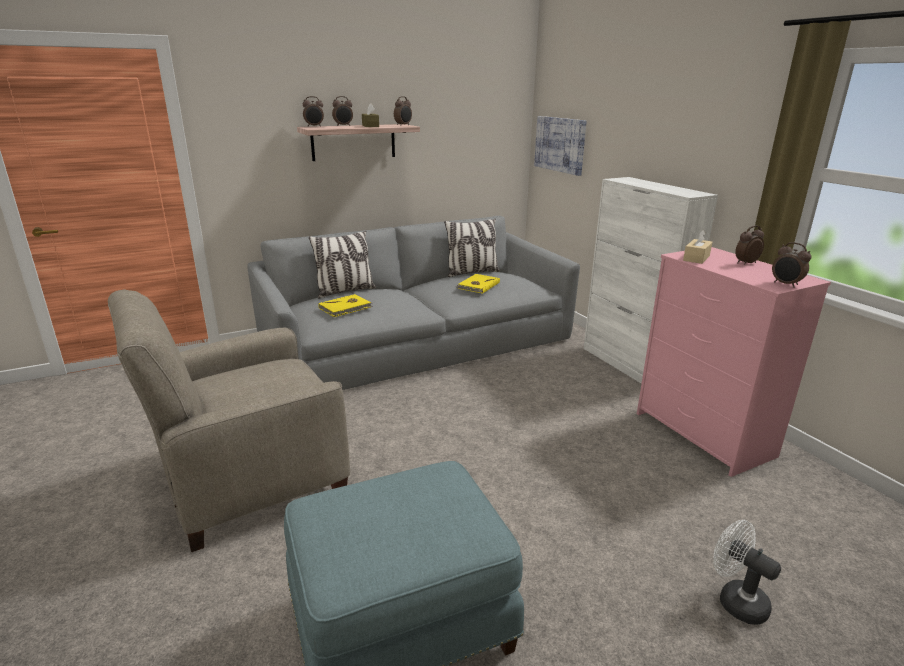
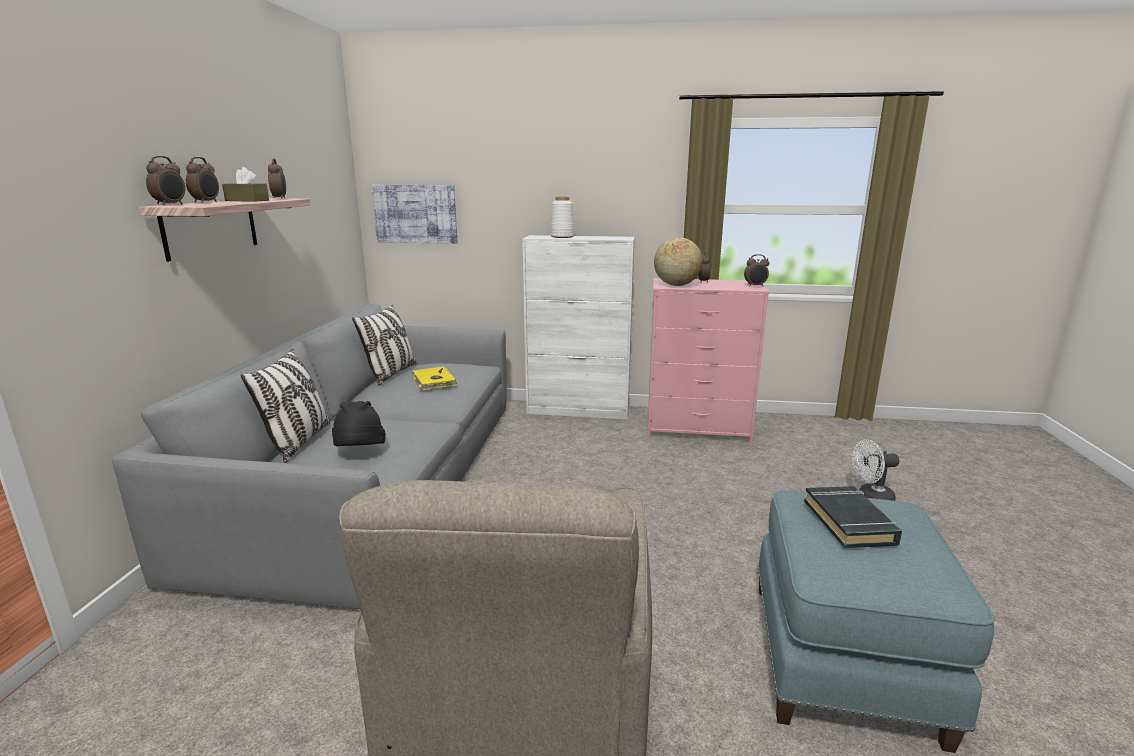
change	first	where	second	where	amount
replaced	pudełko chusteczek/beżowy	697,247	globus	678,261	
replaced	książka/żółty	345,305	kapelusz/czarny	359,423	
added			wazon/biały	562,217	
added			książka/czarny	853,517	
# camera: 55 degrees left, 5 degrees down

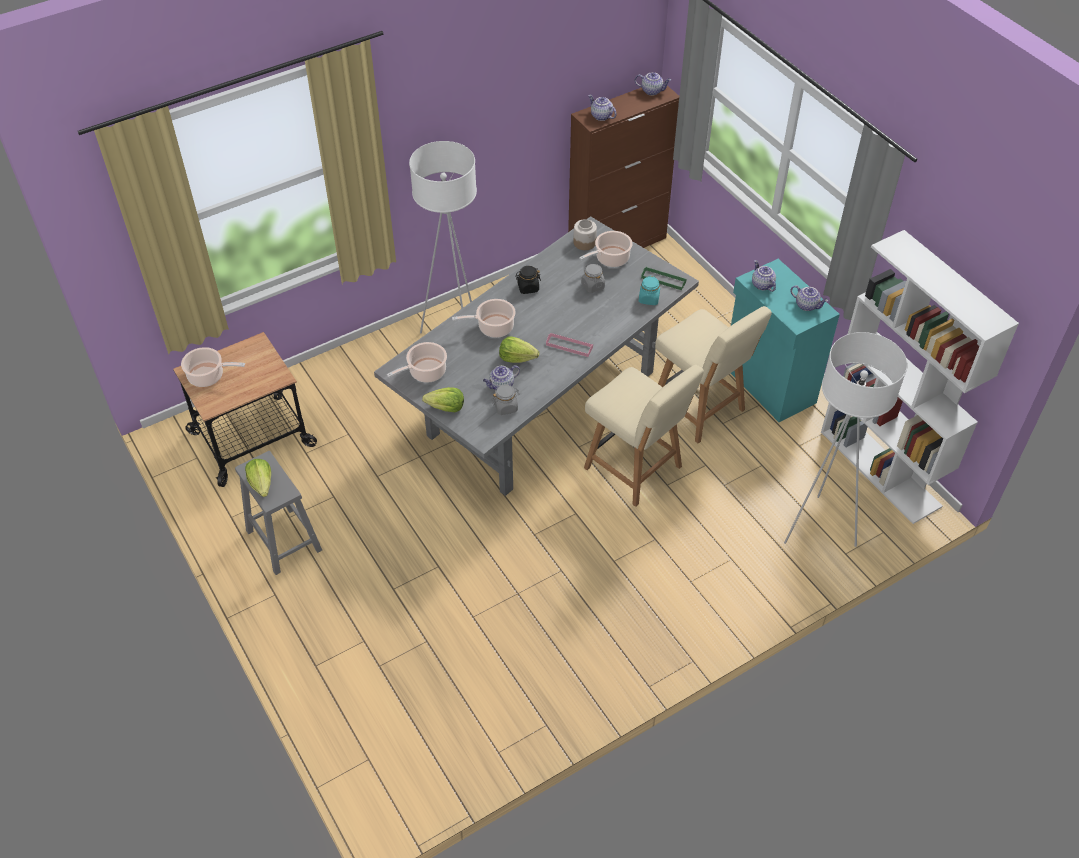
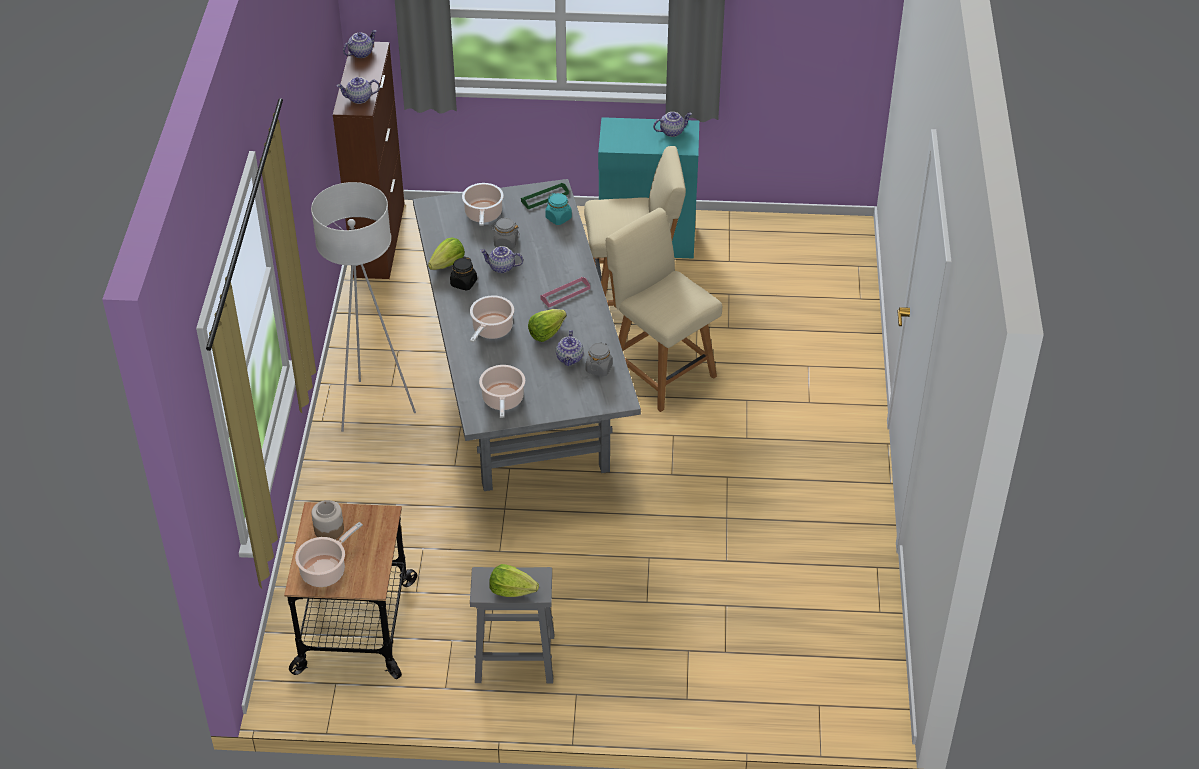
change	first	where	second	where	amount
moved	słoik	585,234		327,519	
removed	regał/biały	920,377			
moved	imbryk	764,276		501,259	
removed	lampa stojąca/biały	845,439			
turned	krzesło/beżowy	644,436		664,310	120 degrees counterclockwise
moved	sałata	443,399		446,254	
# camera: 55 degrees left, 5 degrees down

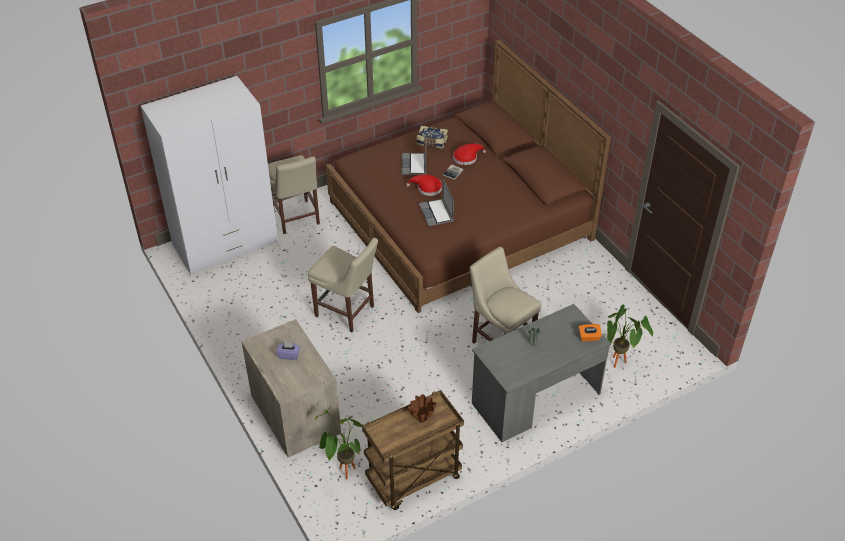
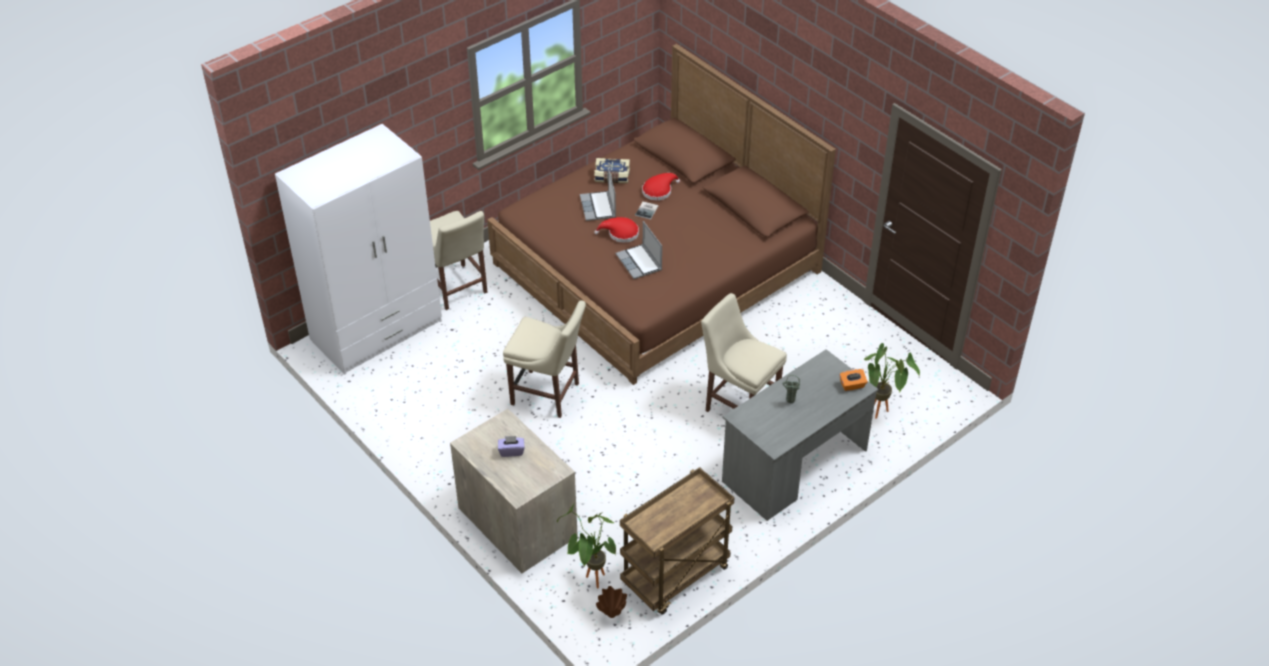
change	first	where	second	where	amount
moved	wazon/brązowy	421,408		611,602	
# camera: 10 degrees left, 0 degrees up

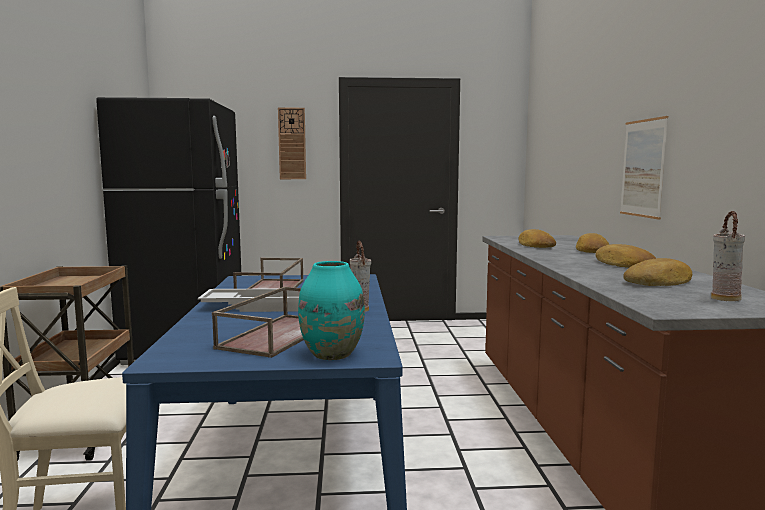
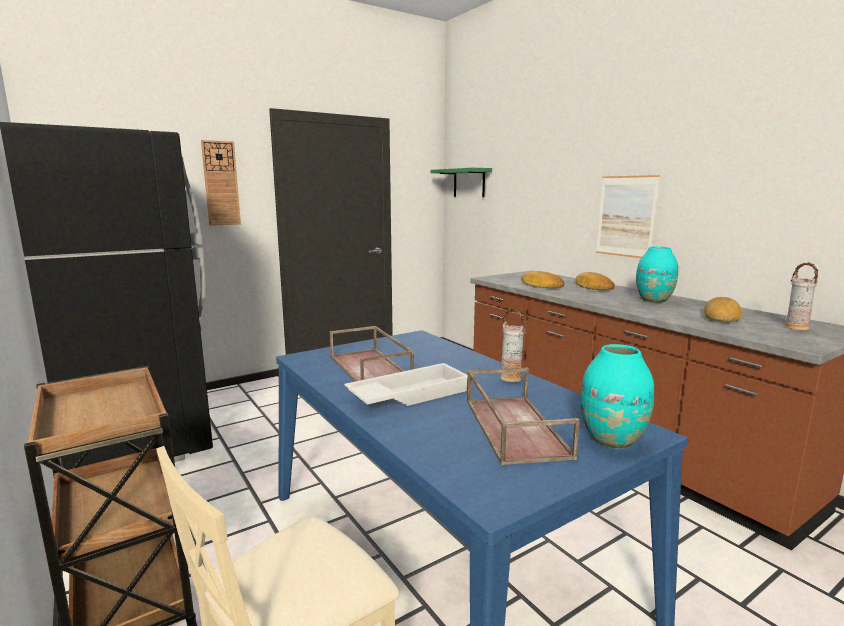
change	first	where	second	where	amount
replaced	chleb	625,256	wazon/turkusowy	657,274	
added			półka/zielony	461,182	
# camera: 30 degrees left, 5 degrees up

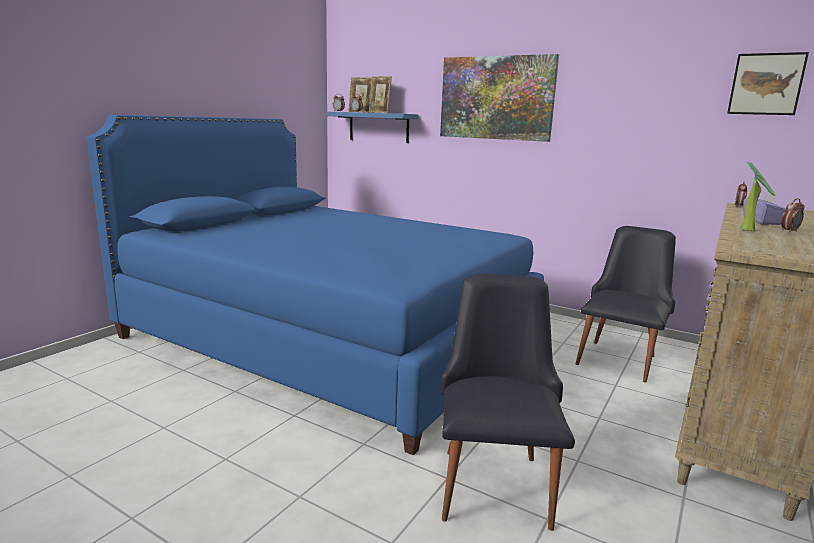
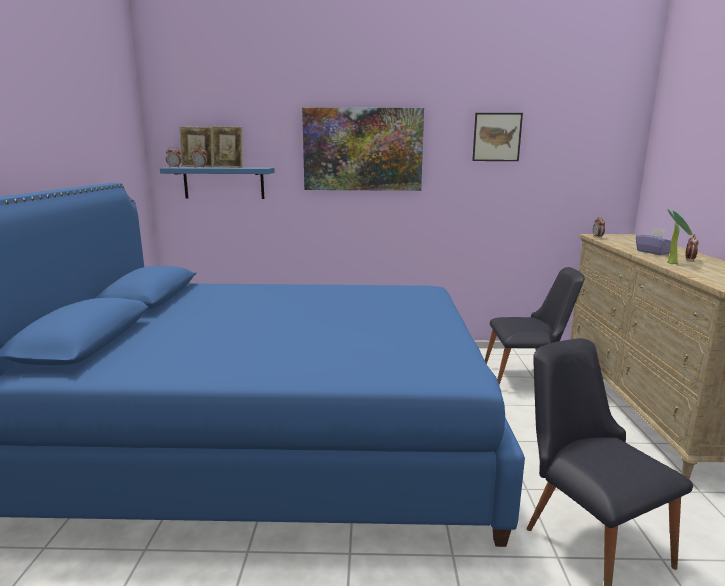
change	first	where	second	where	amount
moved	obraz	768,83		497,137	
turned	krzesło/czarny	626,304		535,326	90 degrees clockwise
# camera: 30 degrees left, 0 degrees up

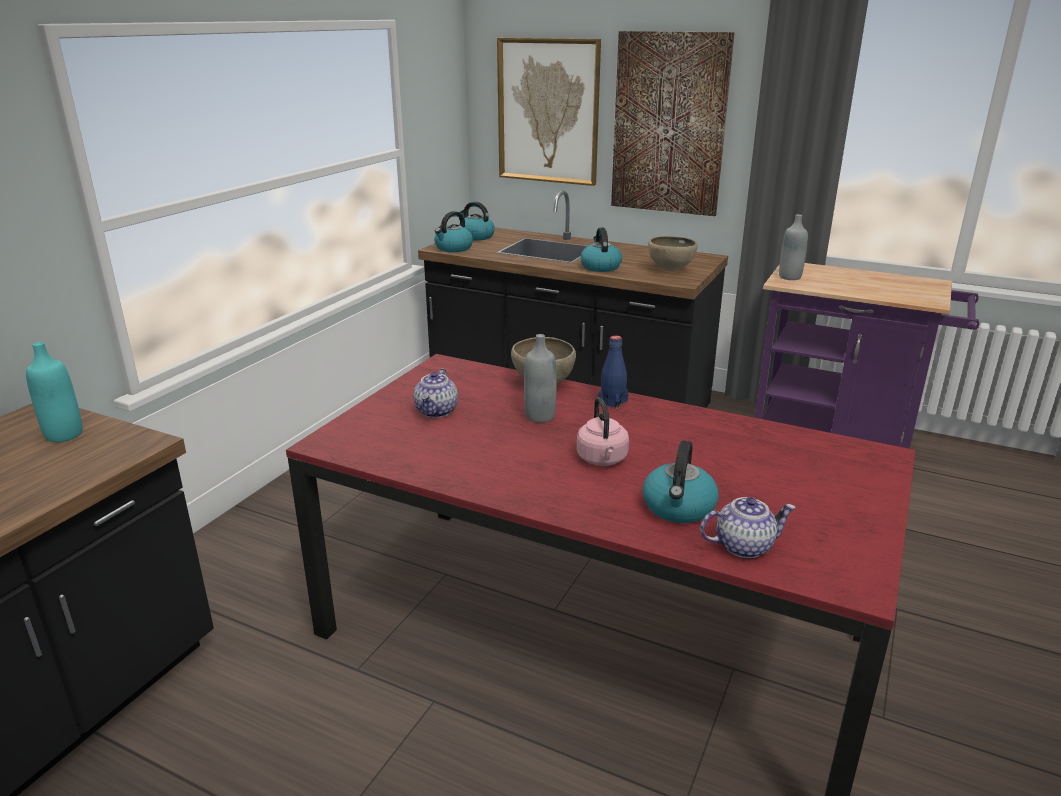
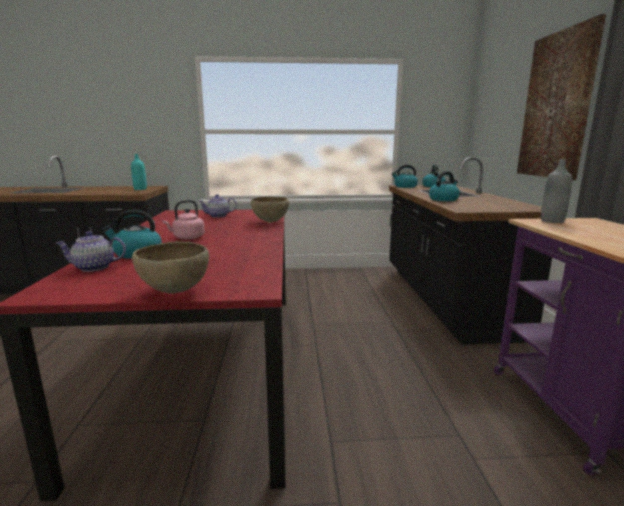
change	first	where	second	where	amount
removed	obraz	549,112			
moved	miska/brązowy	673,253		170,267	
removed	butelka/szary	540,378			
removed	butelka/niebieski	613,372			
turned	imbryk	748,527		90,251	120 degrees clockwise
# camera: 60 degrees right, 10 degrees down

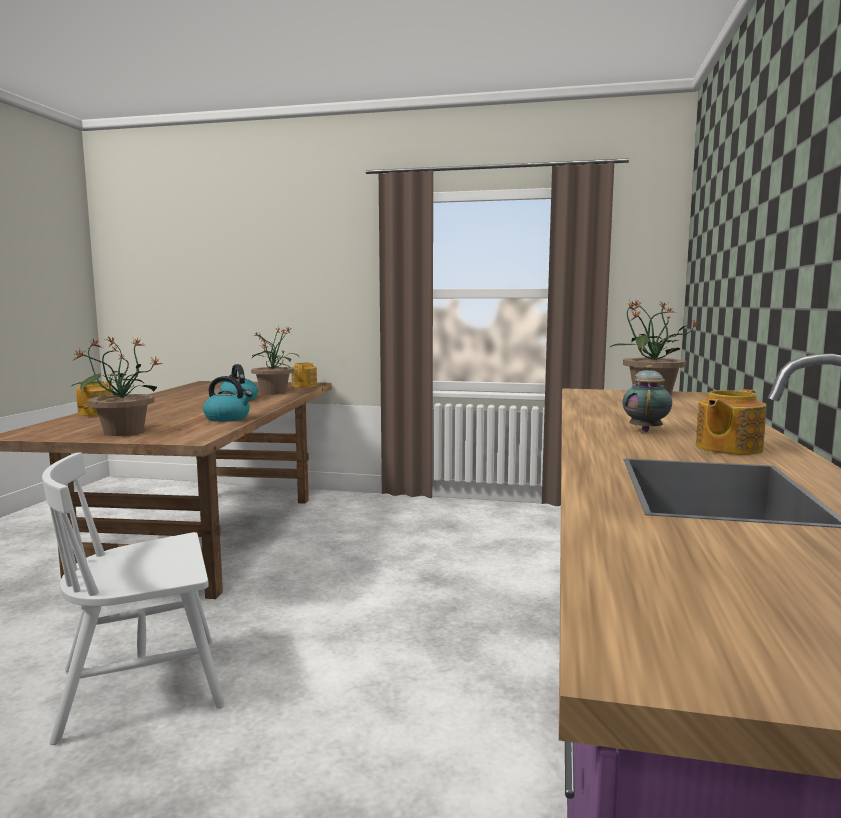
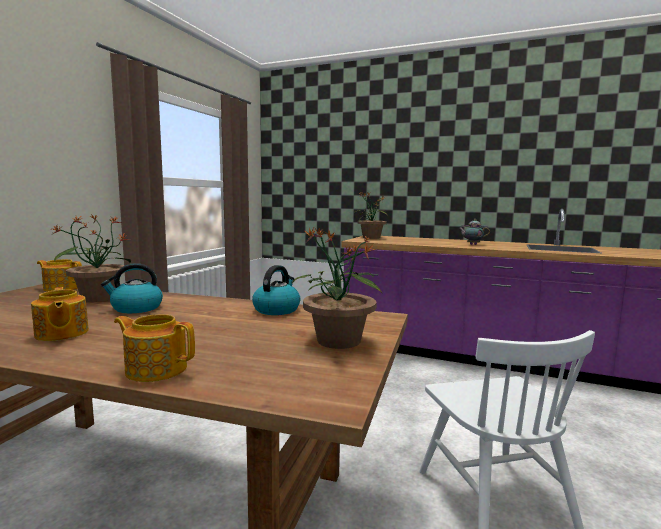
change	first	where	second	where	amount
moved	imbryk	731,422		60,314	
# camera: 80 degrees left, 0 degrees up

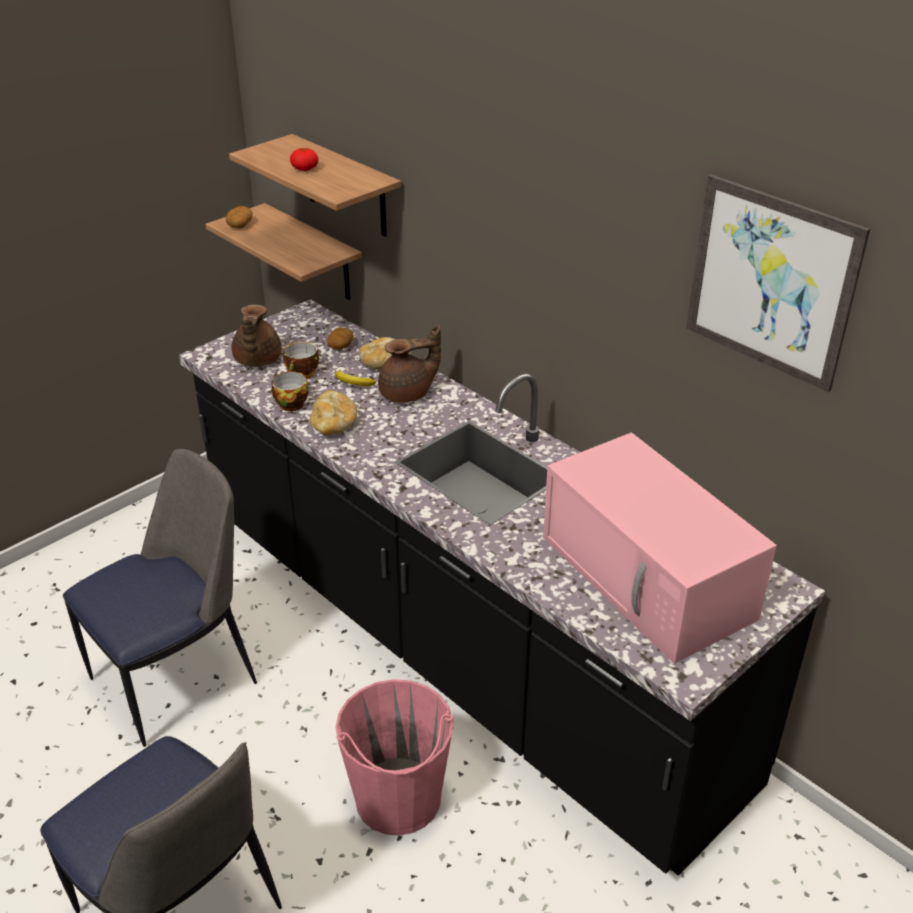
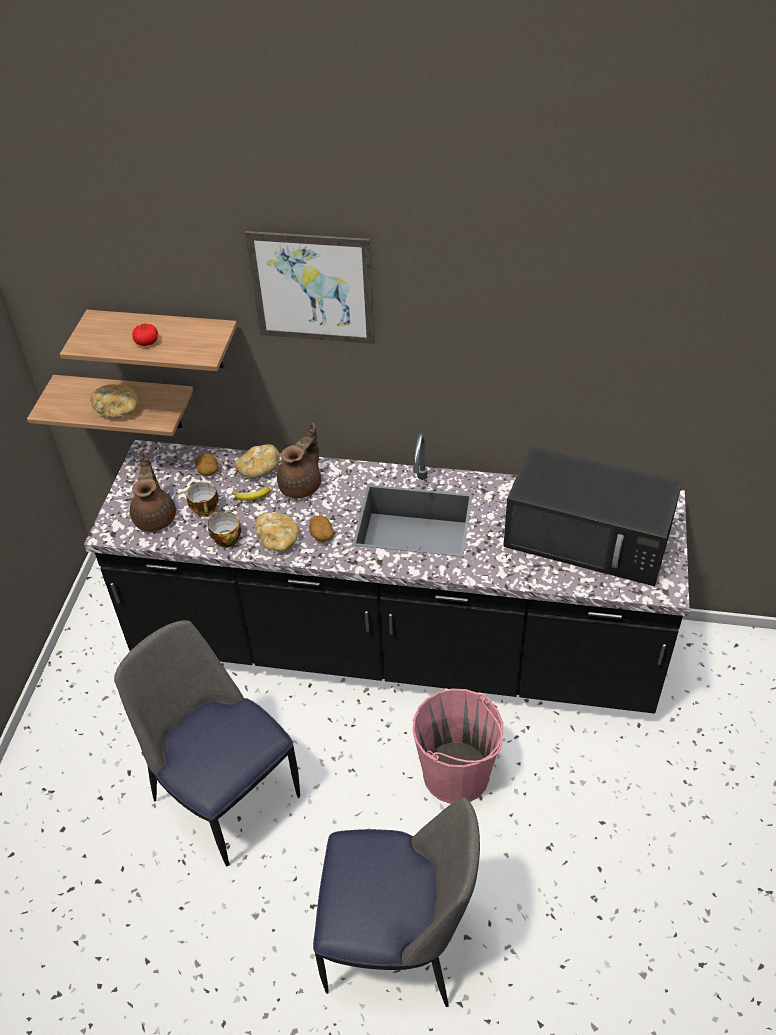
change	first	where	second	where	amount
moved	obraz	778,283		310,287	
moved	ziemniak	239,217		321,529	
turned	imbryk/brązowy	257,335		153,492	150 degrees counterclockwise
recoloured	mikrofalówka/różowy	660,548	mikrofalówka/czarny	593,516	
turned	krzesło	160,598		207,743	60 degrees counterclockwise
added			chleb	114,401	
# camera: 35 degrees left, 10 degrees up

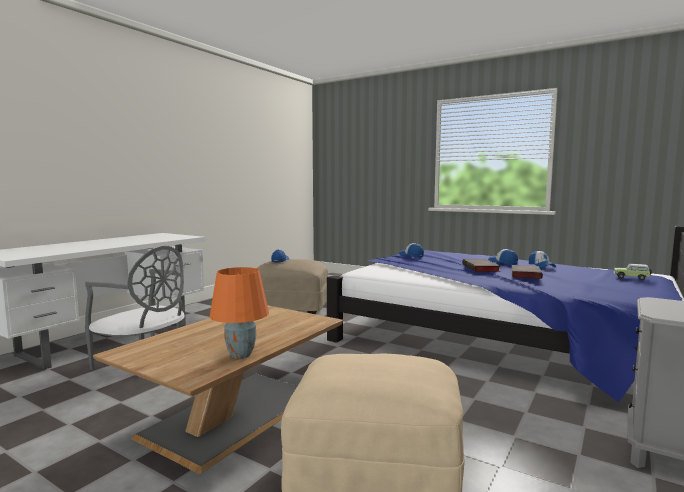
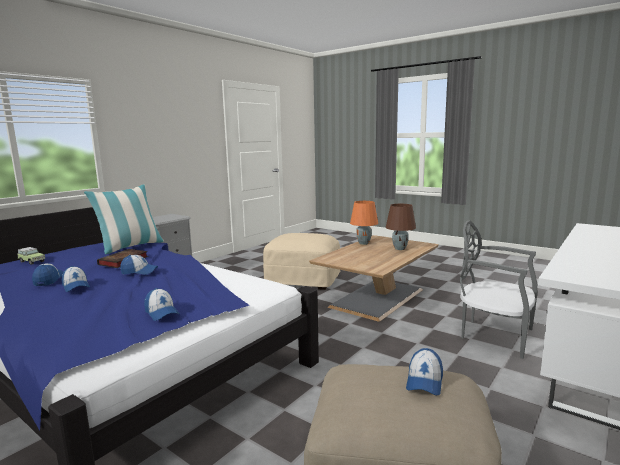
change	first	where	second	where	amount
replaced	książka	481,265	czapka z daszkiem	139,265	
added			poduszka	124,219	
added			lampa stołowa/brązowy	401,227	
# camera: 175 degrees left, 5 degrees up

